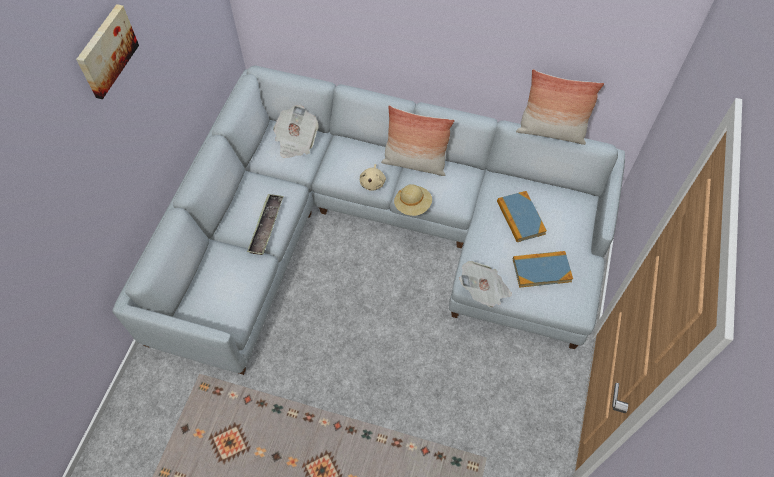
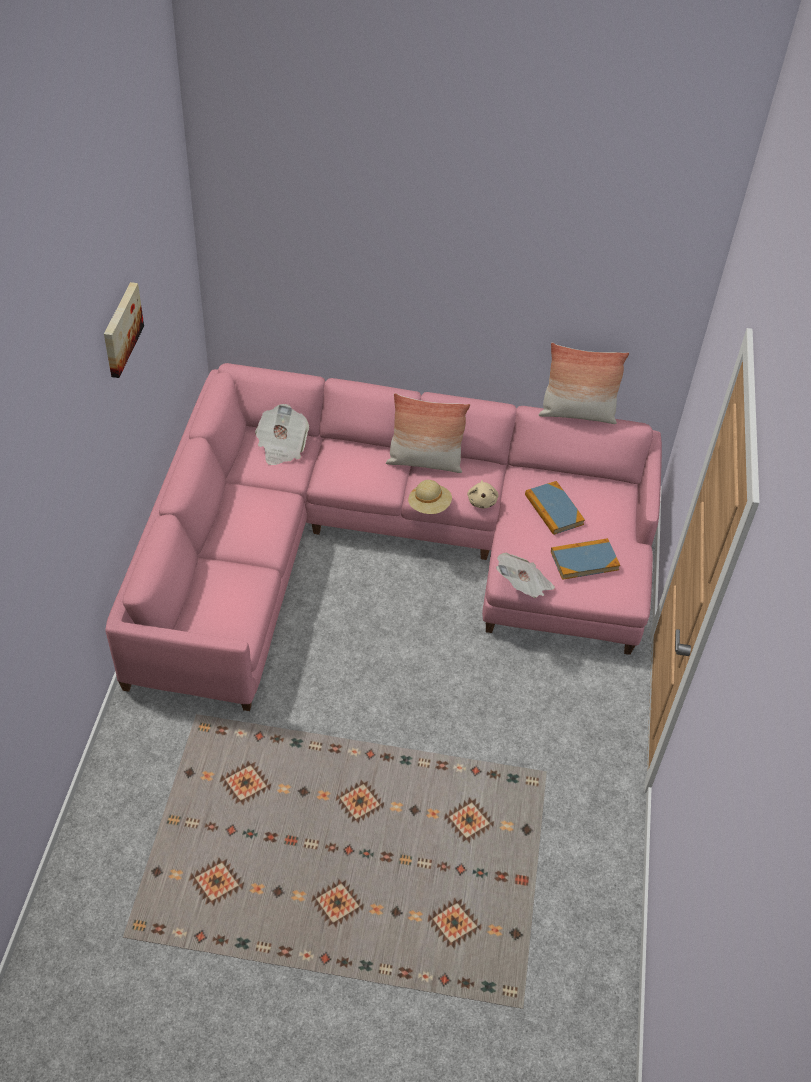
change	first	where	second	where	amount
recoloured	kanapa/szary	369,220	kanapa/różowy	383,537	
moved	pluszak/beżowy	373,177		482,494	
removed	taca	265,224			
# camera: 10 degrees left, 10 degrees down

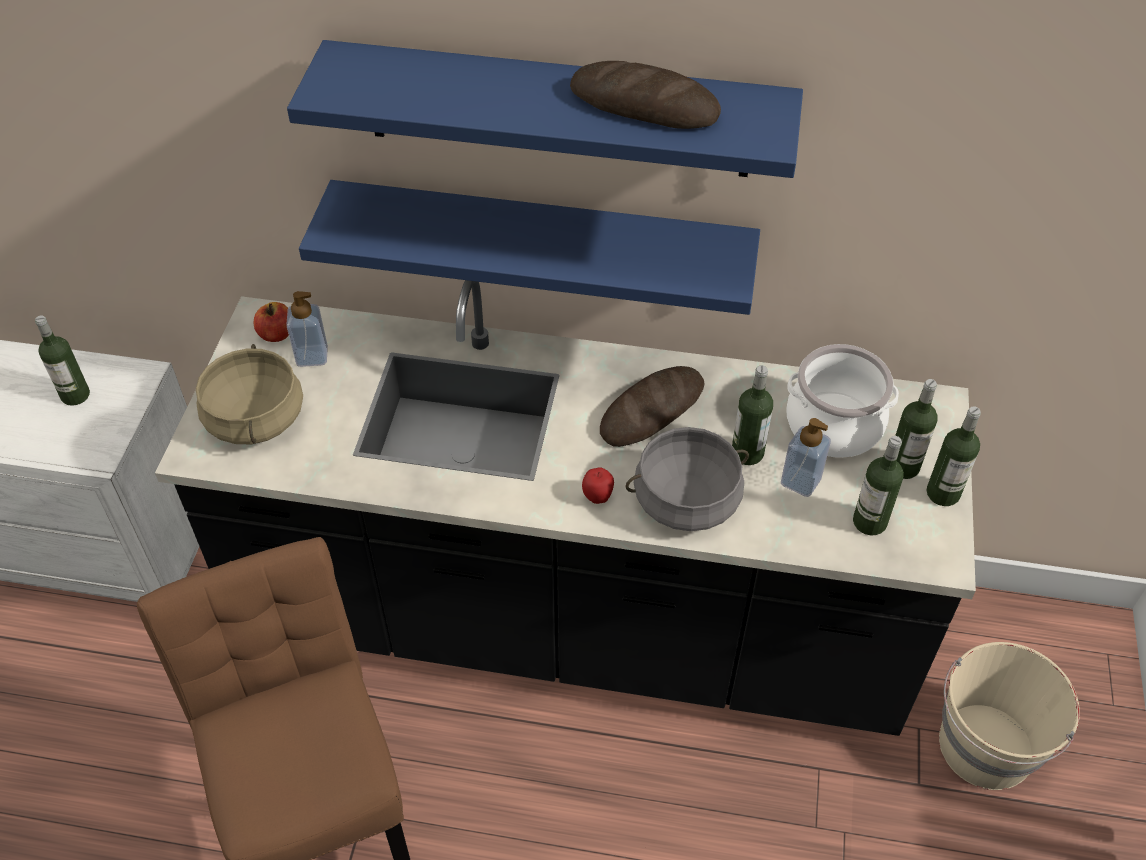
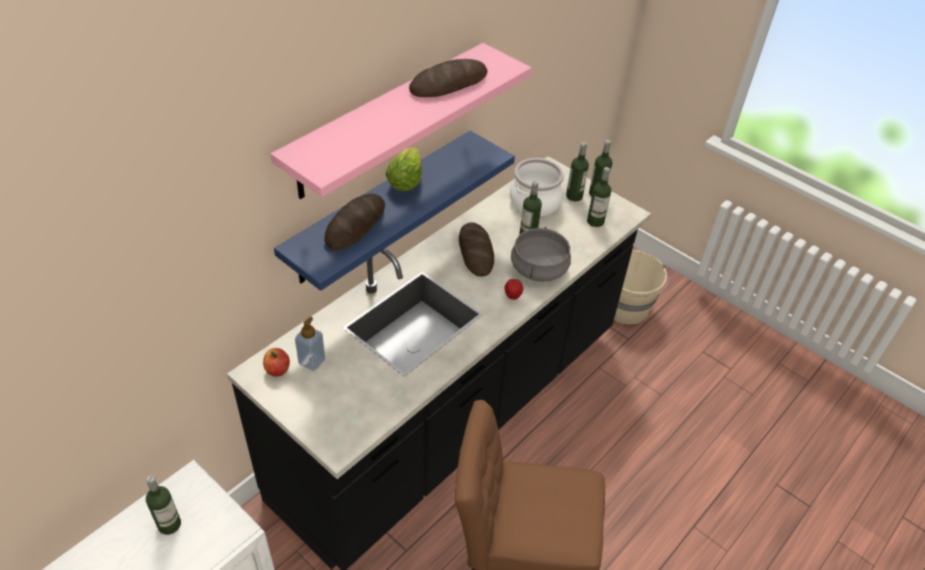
change	first	where	second	where	amount
recoloured	półka/niebieski	545,109	półka/różowy	401,121	
removed	garnek/beżowy	249,394			
removed	dozownik mydła	806,457			
added			sałata	404,169	
added			chleb	354,222	
# camera: 60 degrees left, 5 degrees down

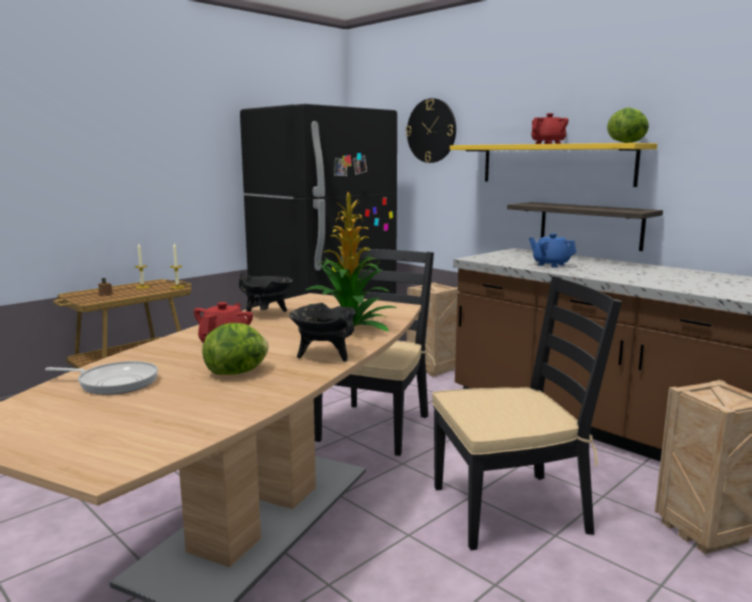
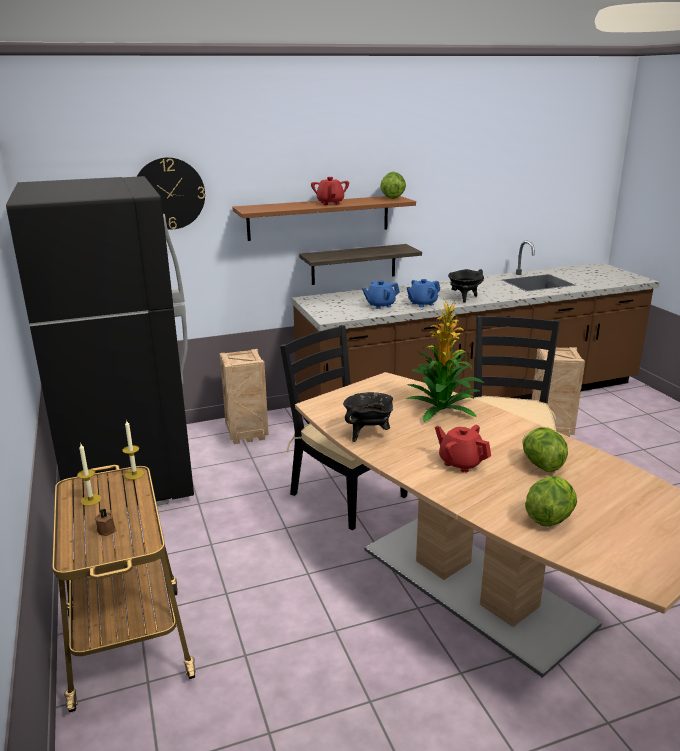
change	first	where	second	where	amount
recoloured	półka/żółty	553,165	półka/brązowy	324,218	
moved	garnek/czarny	322,332		466,286	
replaced	patelnia	101,378	sałata	551,501	
added			imbryk/niebieski	423,293	
# camera: 65 degrees left, 10 degrees up

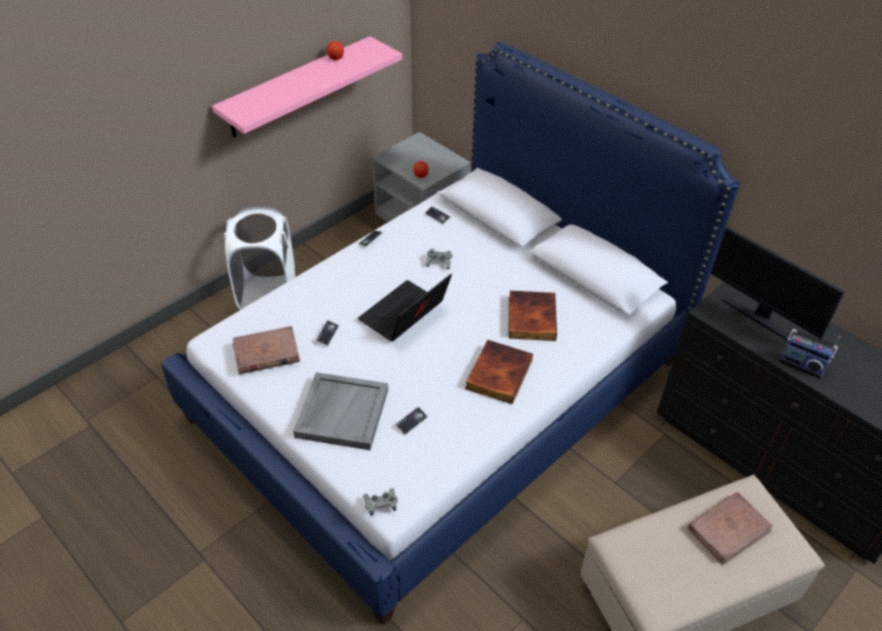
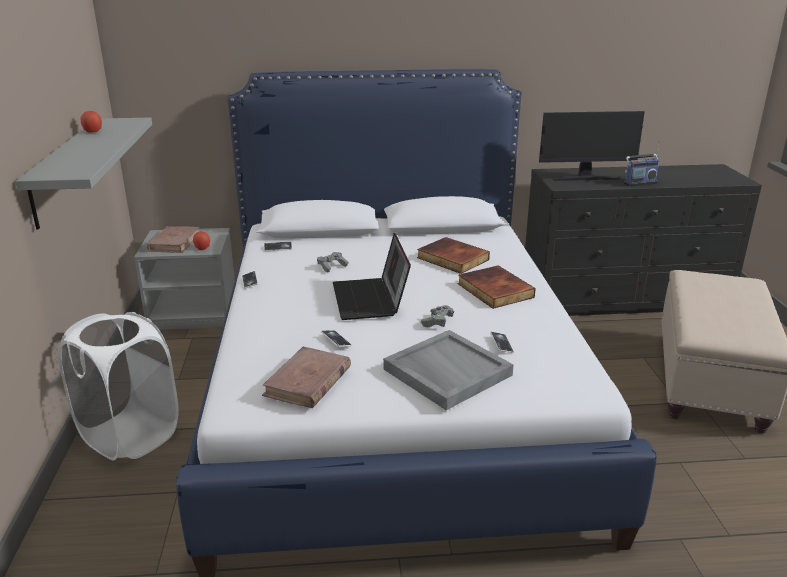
change	first	where	second	where	amount
recoloured	półka/różowy	307,86	półka/szary	83,173	
moved	pad do gier/szary	380,502		437,316	
moved	książka/brązowy	730,528		173,239	
# camera: 50 degrees left, 20 degrees down

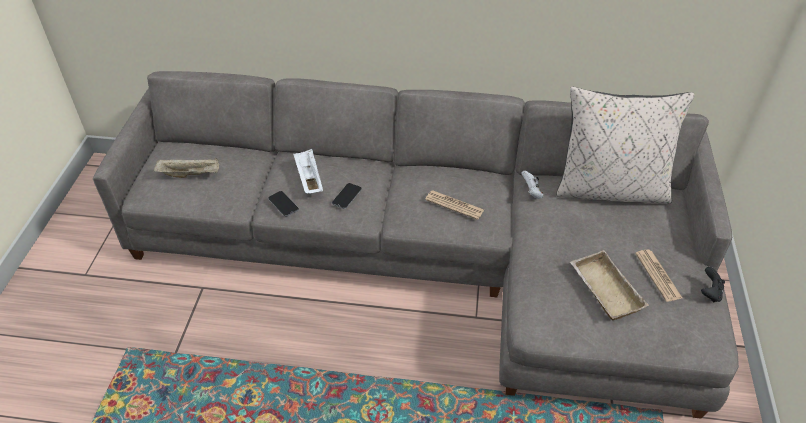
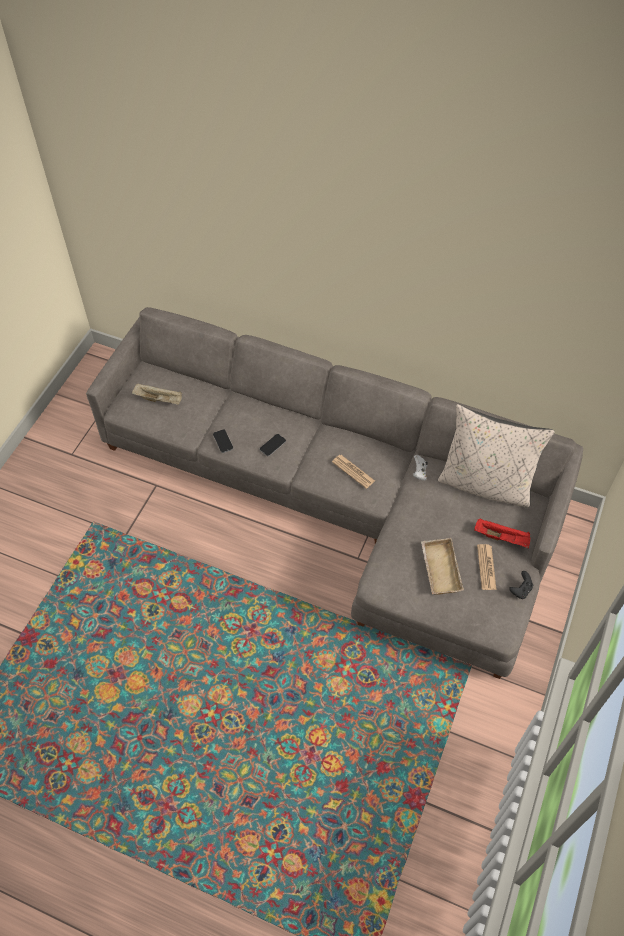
change	first	where	second	where	amount
removed	taca/biały	308,171			
added			taca/czerwony	502,533	
# camera: 15 degrees right, 10 degrees up

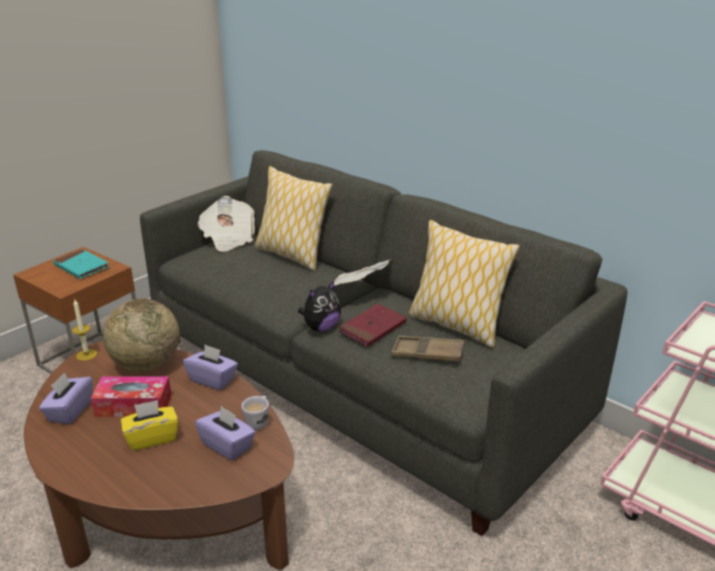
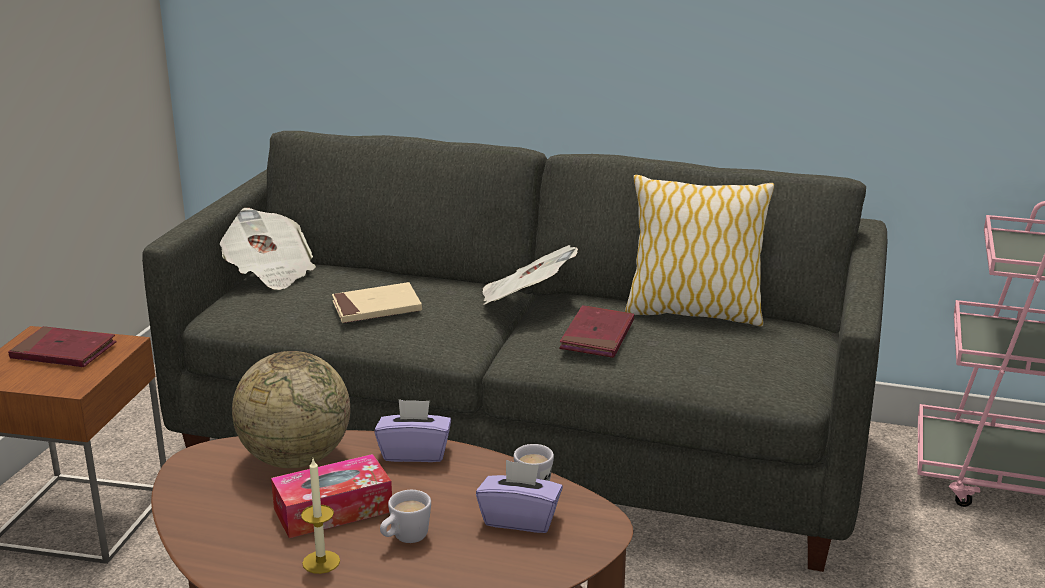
change	first	where	second	where	amount
removed	poduszka	294,218			
recoloured	książka/turkusowy	81,264	książka/czerwony	62,346	
removed	pluszak	319,306			
moved	świeca	84,330		320,516	
removed	taca/brązowy	428,348			
removed	pudełko chusteczek/fioletowy	65,398			
replaced	pudełko chusteczek/żółty	149,425	kubek/biały	405,516	
added			książka/beżowy	377,302	
# camera: 25 degrees left, 5 degrees down

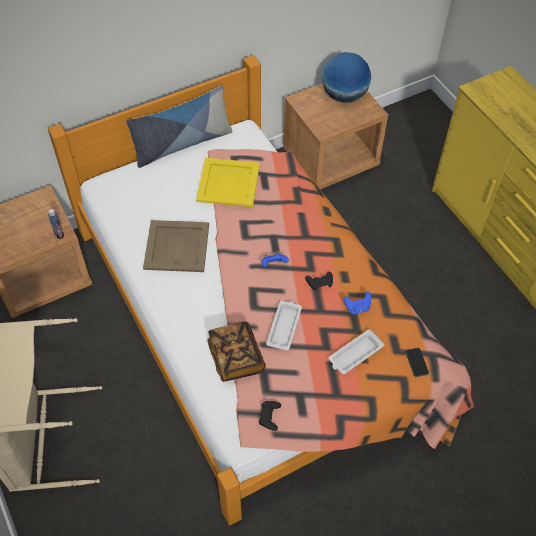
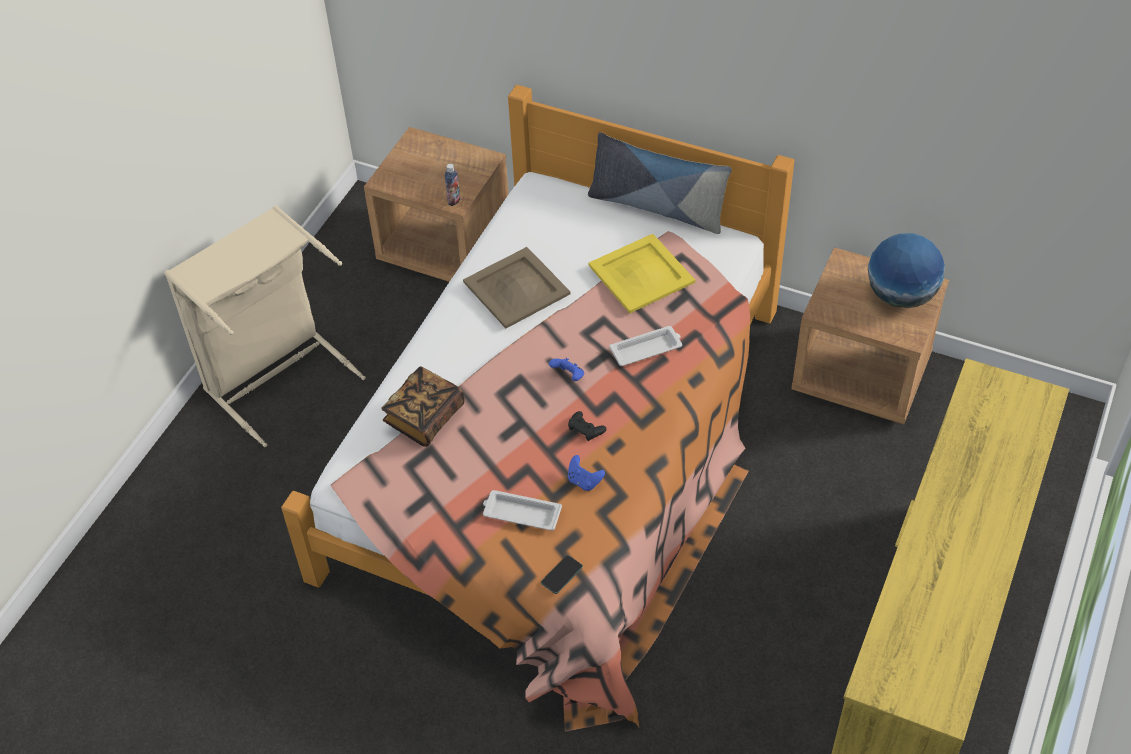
change	first	where	second	where	amount
moved	taca/biały	284,326		645,346	
removed	pad do gier/czarny	270,416			
# camera: 55 degrees right, 5 degrees down

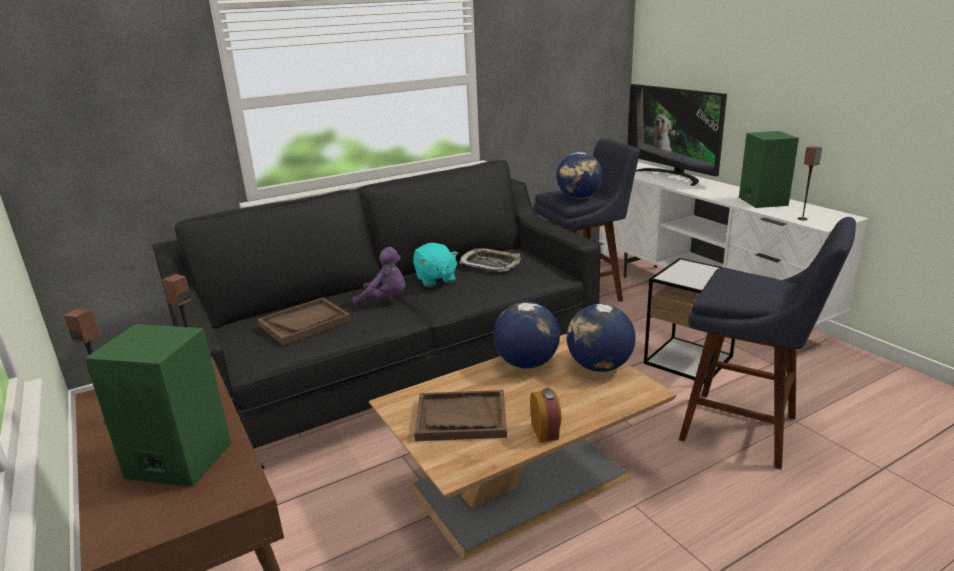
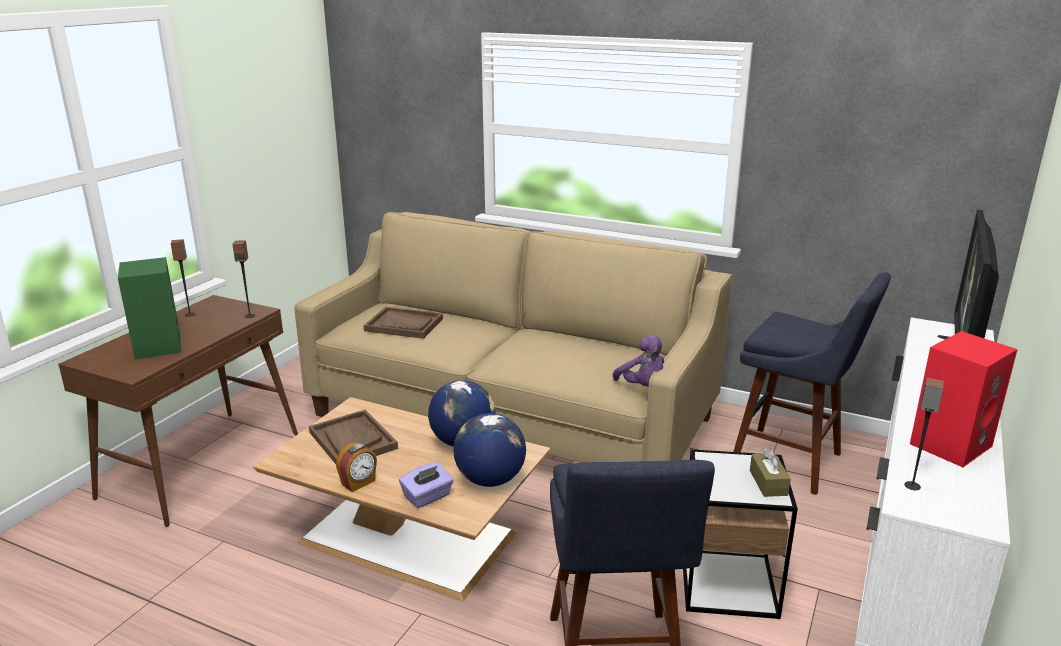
change	first	where	second	where	amount
recoloured	głośnik/zielony	769,169	głośnik/czerwony	964,399	
removed	globus	580,175			
recoloured	kanapa/czarny	376,304	kanapa/beżowy	513,337	
removed	pluszak/turkusowy	436,265			
moved	pluszak/fioletowy	379,277		638,361	
removed	taca	490,260			
added			pudełko chusteczek/brązowy	770,473	
added			pudełko chusteczek/fioletowy	426,485	
# camera: 55 degrees right, 0 degrees up

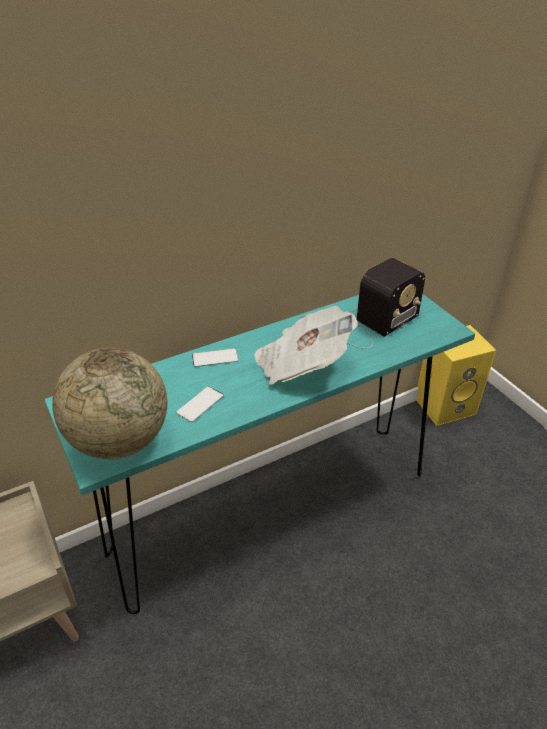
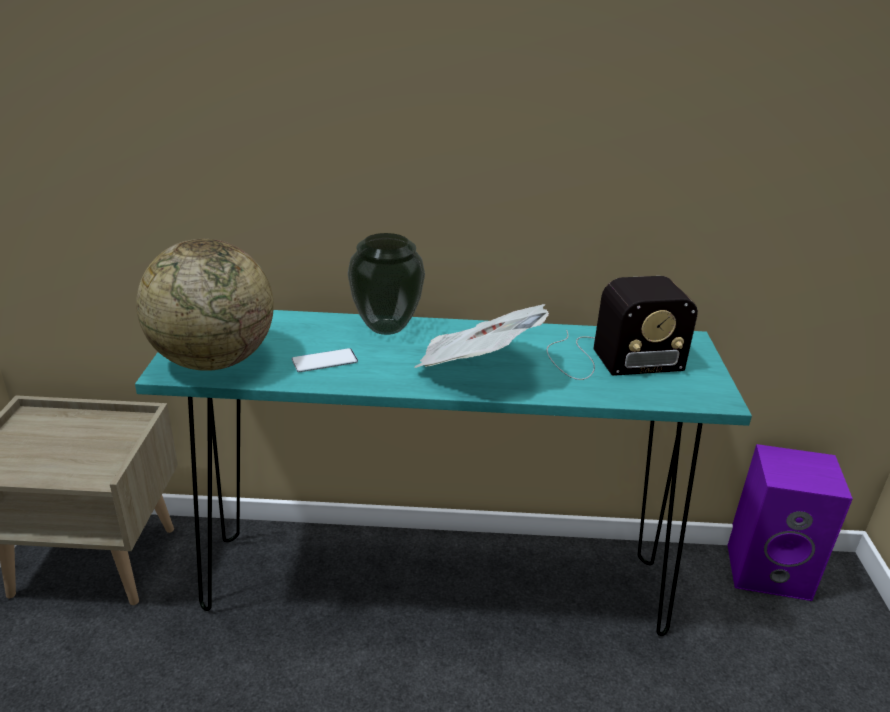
change	first	where	second	where	amount
recoloured	głośnik/żółty	456,375	głośnik/fioletowy	790,522	
replaced	telefon	215,357	wazon	386,284	
# camera: 30 degrees right, 10 degrees down

